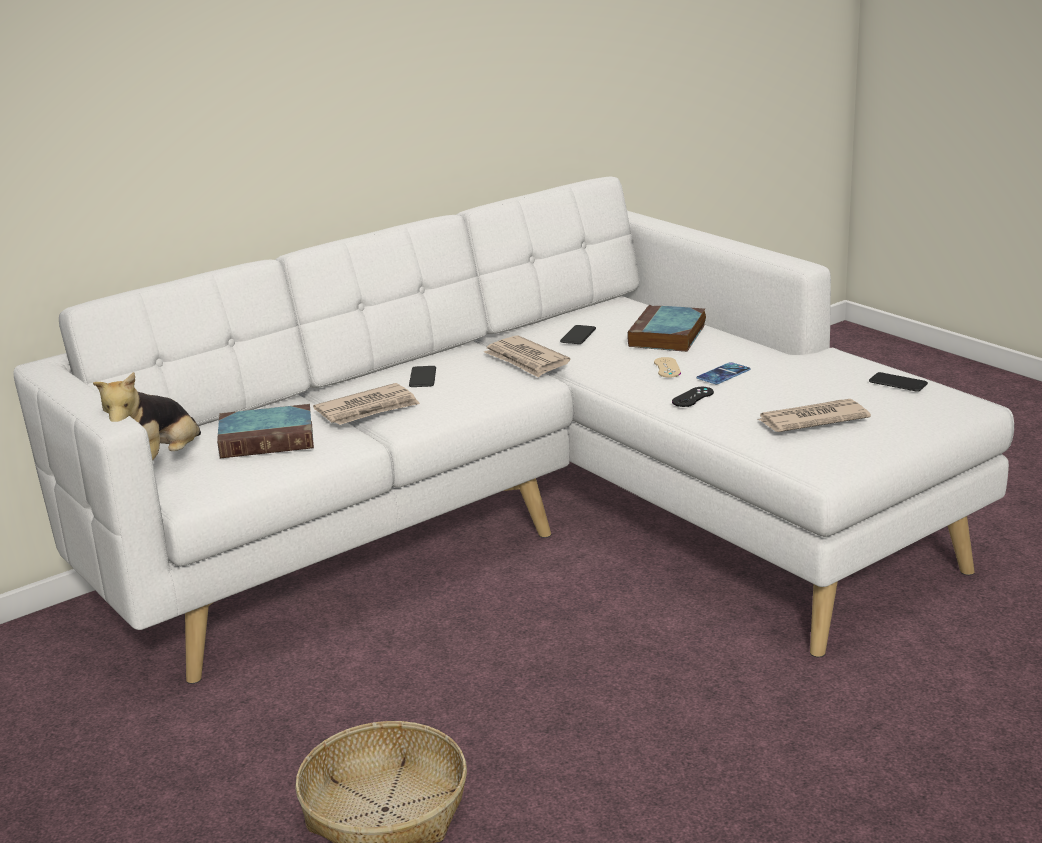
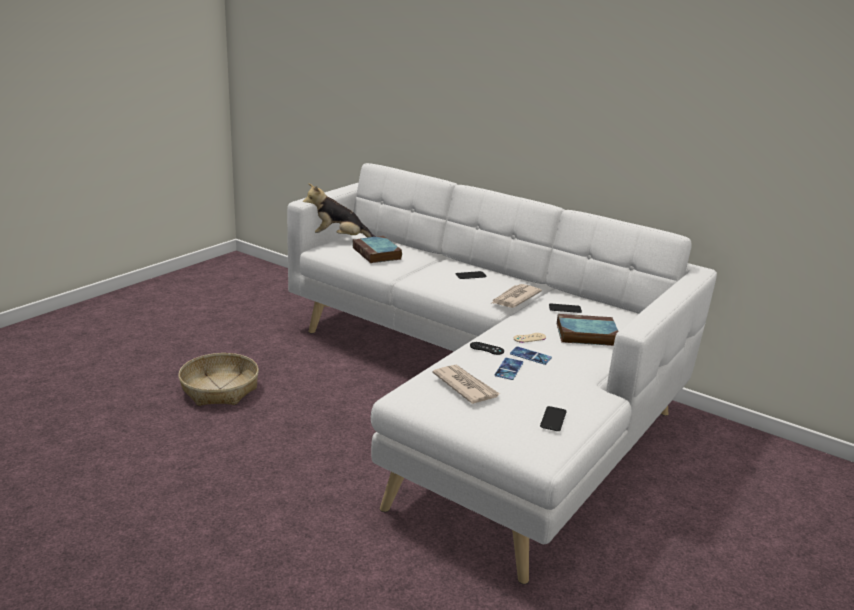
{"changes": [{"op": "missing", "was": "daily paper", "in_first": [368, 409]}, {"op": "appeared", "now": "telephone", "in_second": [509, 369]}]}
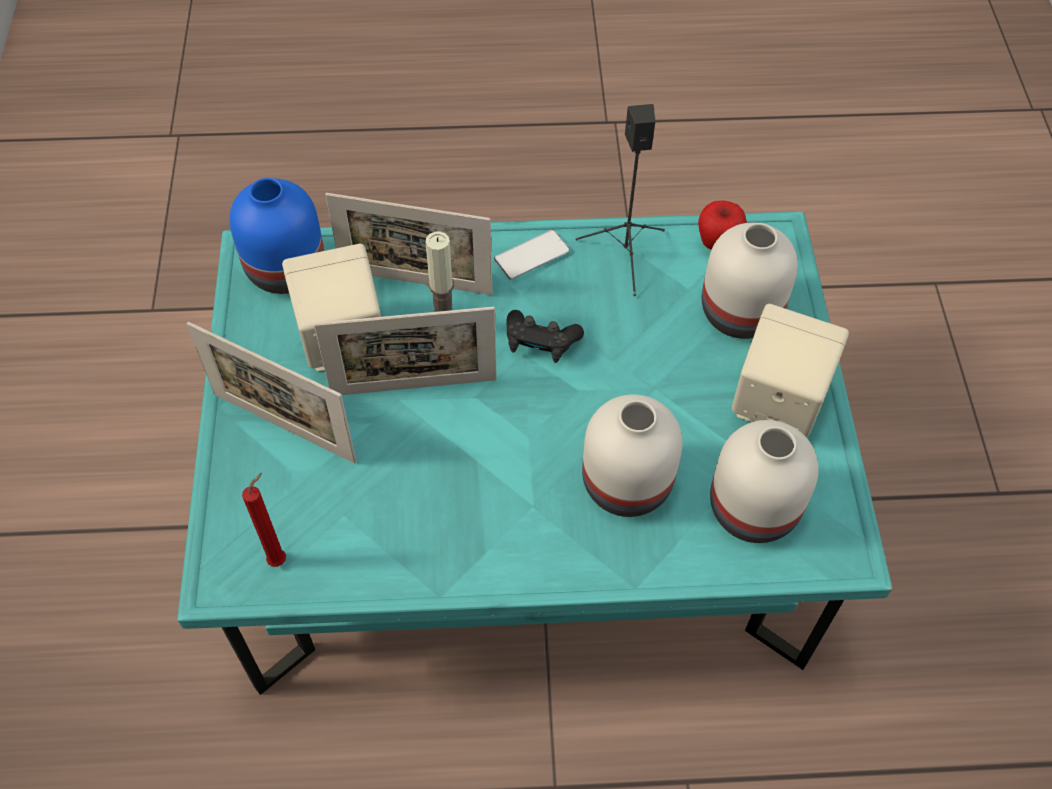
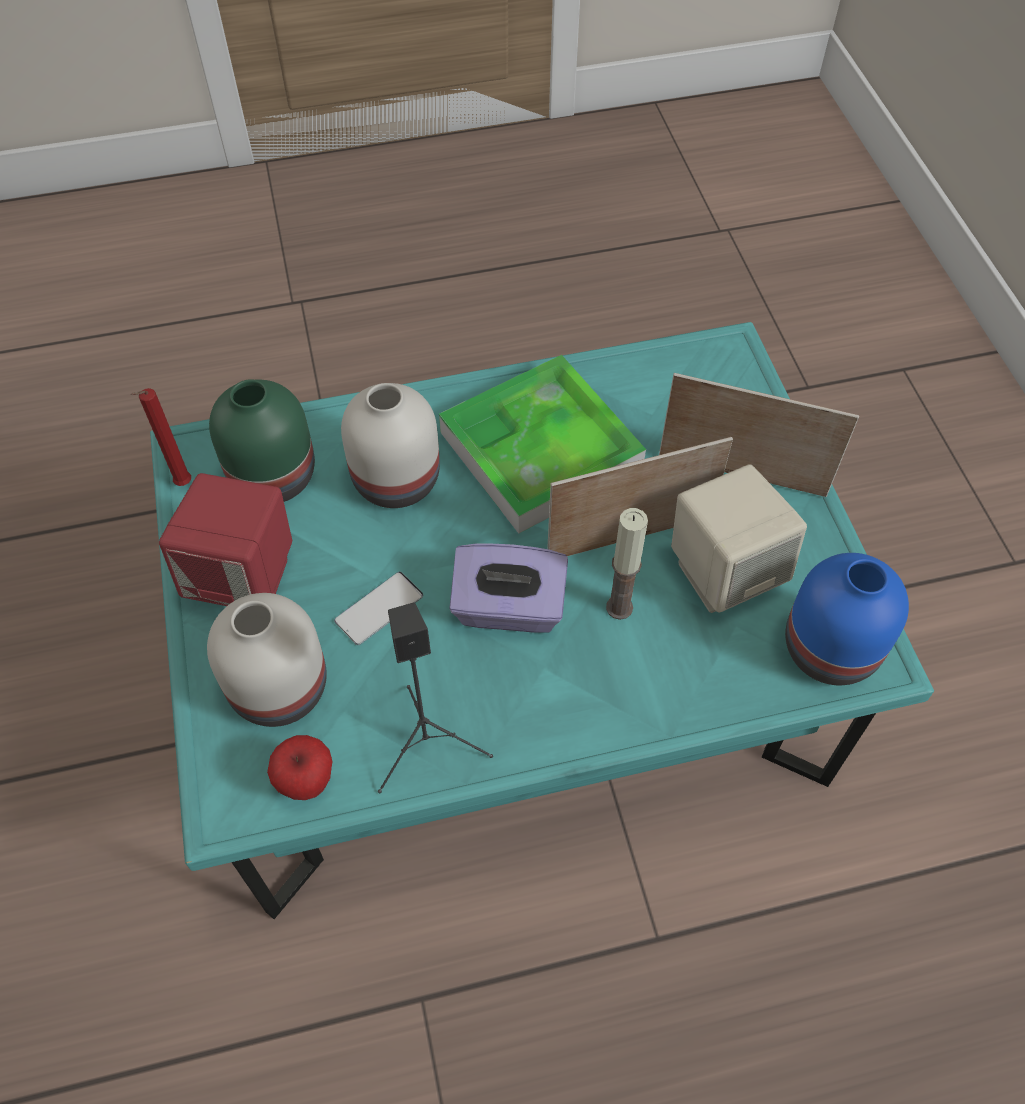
{"changes": [{"op": "relocated", "was": "candle (reddish)", "in_first": [280, 559], "in_second": [181, 485]}, {"op": "missing", "was": "standing frame", "in_first": [415, 282]}, {"op": "relocated", "was": "telephone", "in_first": [531, 255], "in_second": [379, 608]}, {"op": "exchanged", "was": "gamepad (blackish)", "now": "box of tissues (purplish)", "in_first": [540, 343], "in_second": [508, 609]}, {"op": "colour", "was": "vase (whitish)", "now": "vase (greenish)", "in_first": [752, 510], "in_second": [274, 474]}, {"op": "colour", "was": "loudspeaker (sand-coloured)", "now": "loudspeaker (reddish)", "in_first": [775, 405], "in_second": [244, 578]}, {"op": "appeared", "now": "serving tray", "in_second": [540, 449]}]}
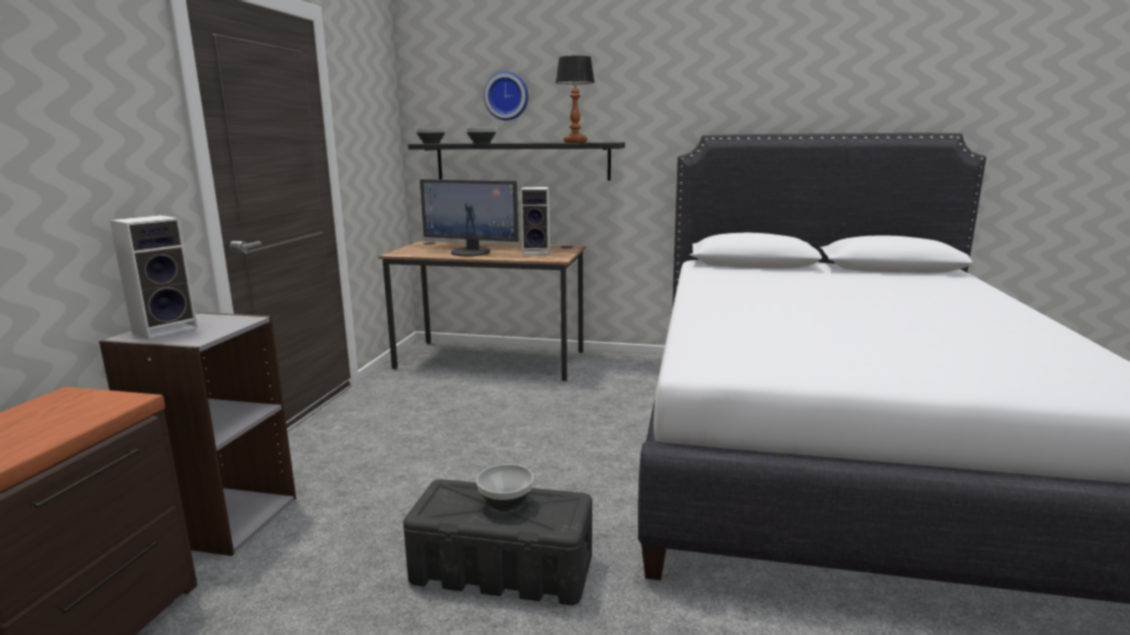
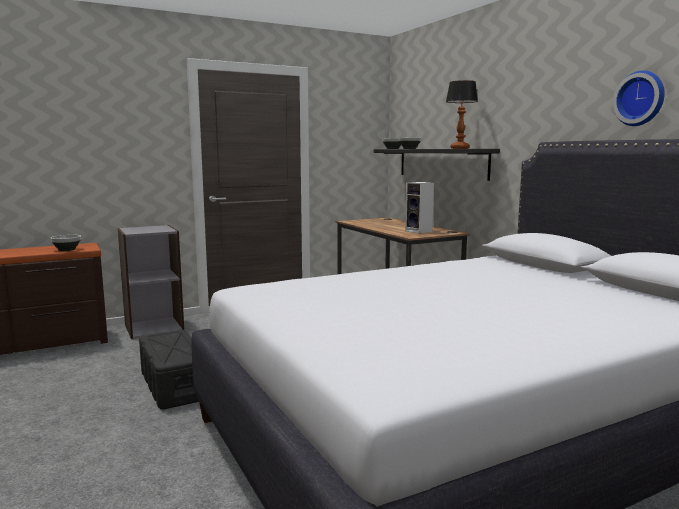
{"changes": [{"op": "missing", "was": "loudspeaker", "in_first": [167, 329]}, {"op": "missing", "was": "computer display", "in_first": [471, 252]}, {"op": "relocated", "was": "bowl", "in_first": [506, 503], "in_second": [66, 249]}, {"op": "relocated", "was": "clock on the wall", "in_first": [507, 96], "in_second": [641, 98]}]}
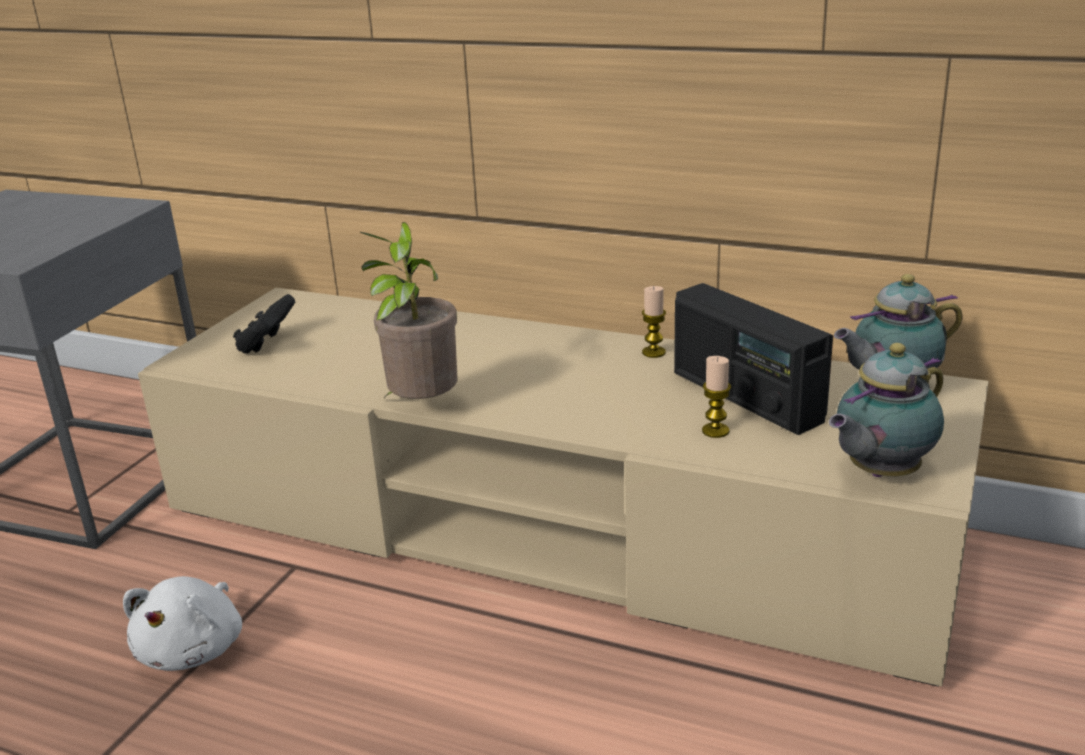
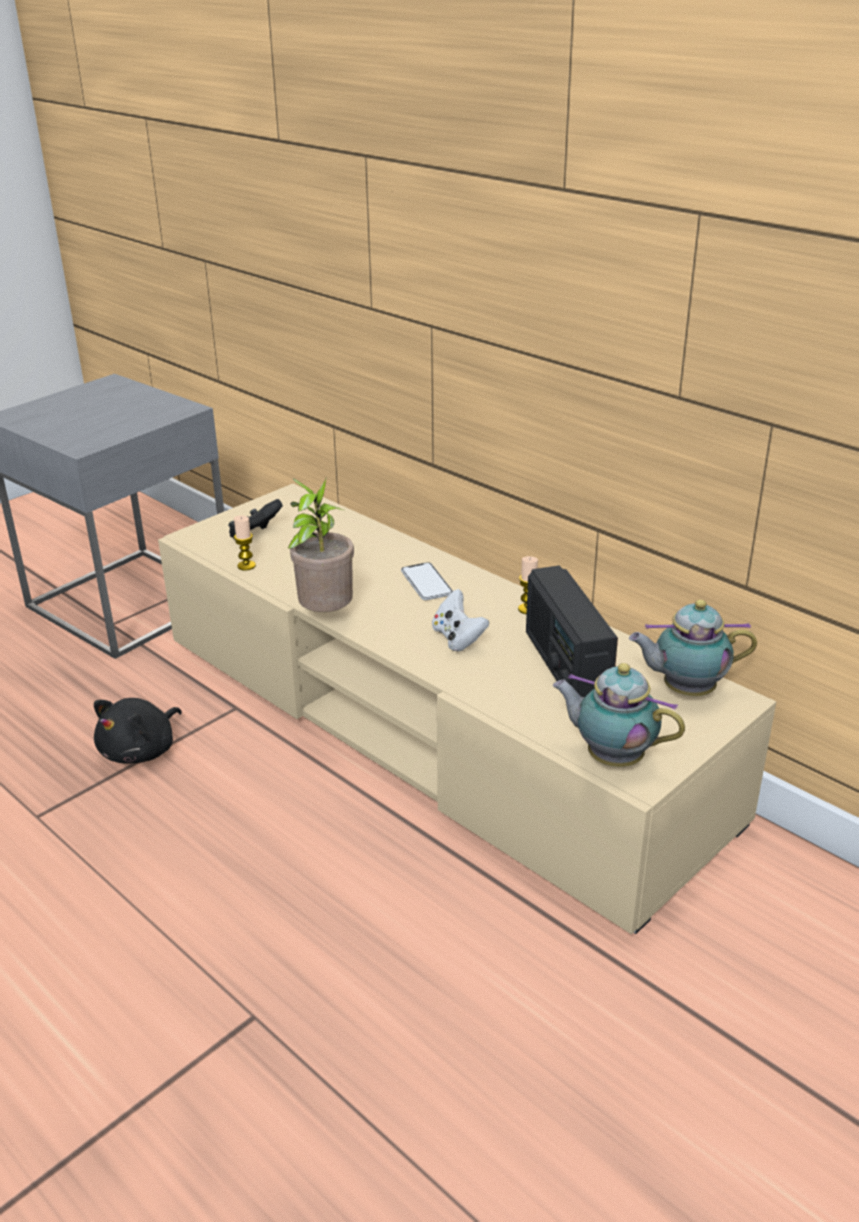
{"changes": [{"op": "colour", "was": "cuddly toy (whitish)", "now": "cuddly toy (blackish)", "in_first": [194, 649], "in_second": [141, 750]}, {"op": "relocated", "was": "candle", "in_first": [715, 431], "in_second": [246, 566]}, {"op": "spun", "was": "tea pot", "in_first": [879, 473], "in_second": [611, 757], "clockwise": 45}, {"op": "appeared", "now": "telephone", "in_second": [426, 583]}, {"op": "appeared", "now": "gamepad (whitish)", "in_second": [458, 638]}]}
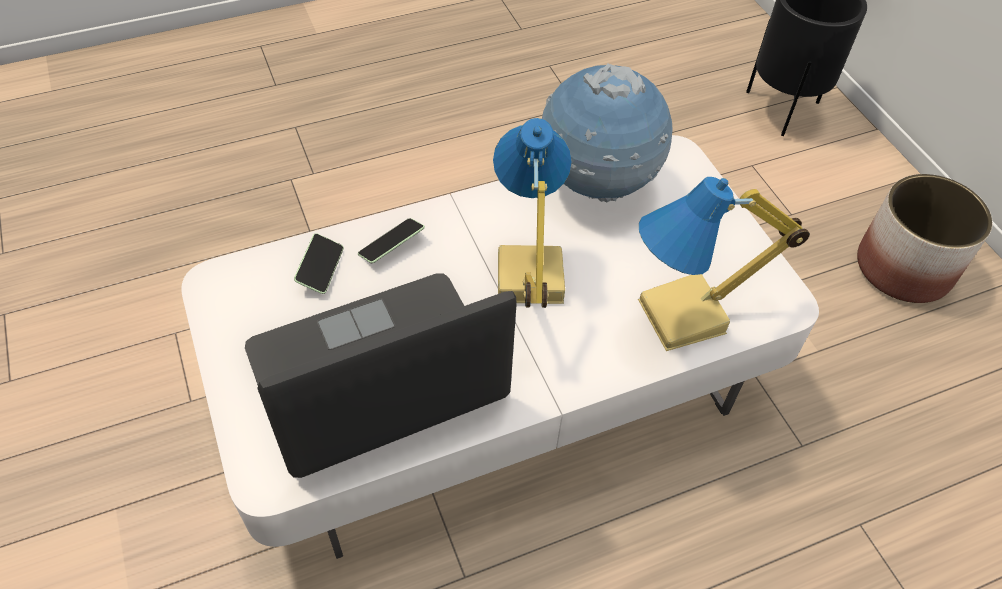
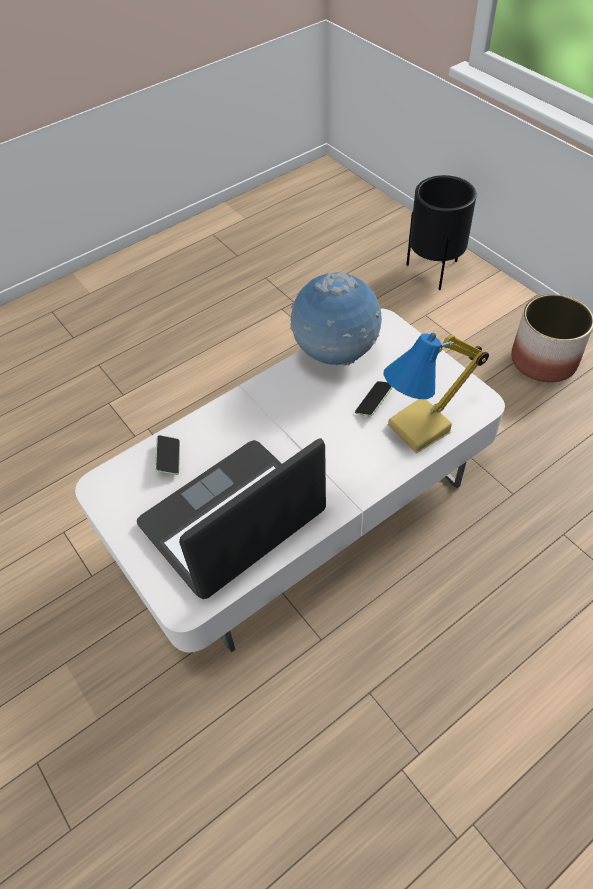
{"changes": [{"op": "relocated", "was": "telephone", "in_first": [391, 247], "in_second": [374, 403]}, {"op": "missing", "was": "table lamp", "in_first": [526, 278]}]}
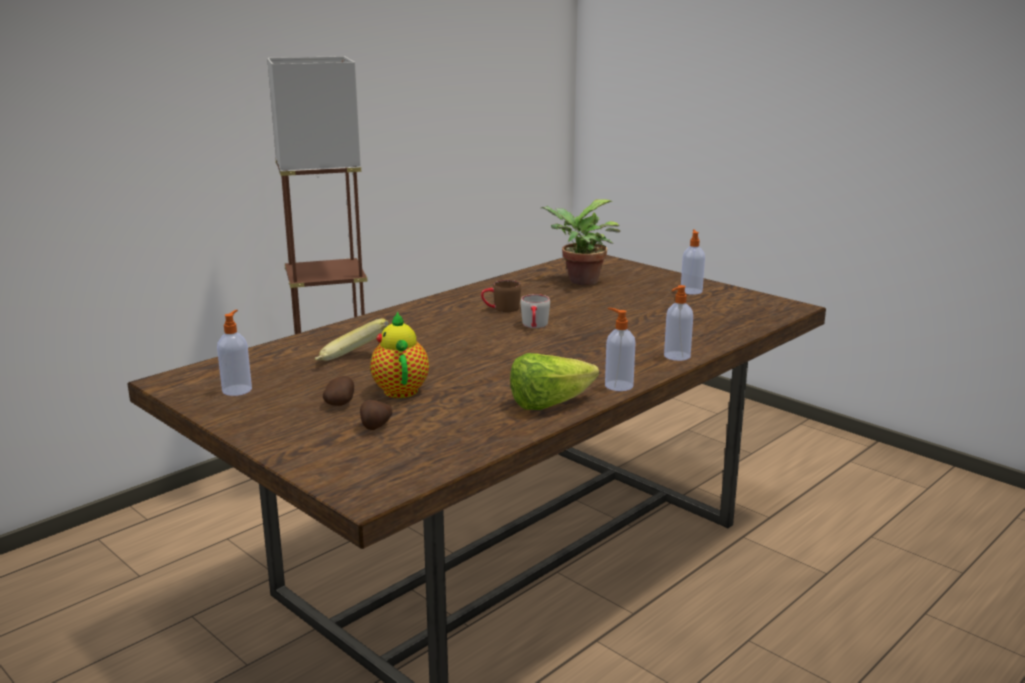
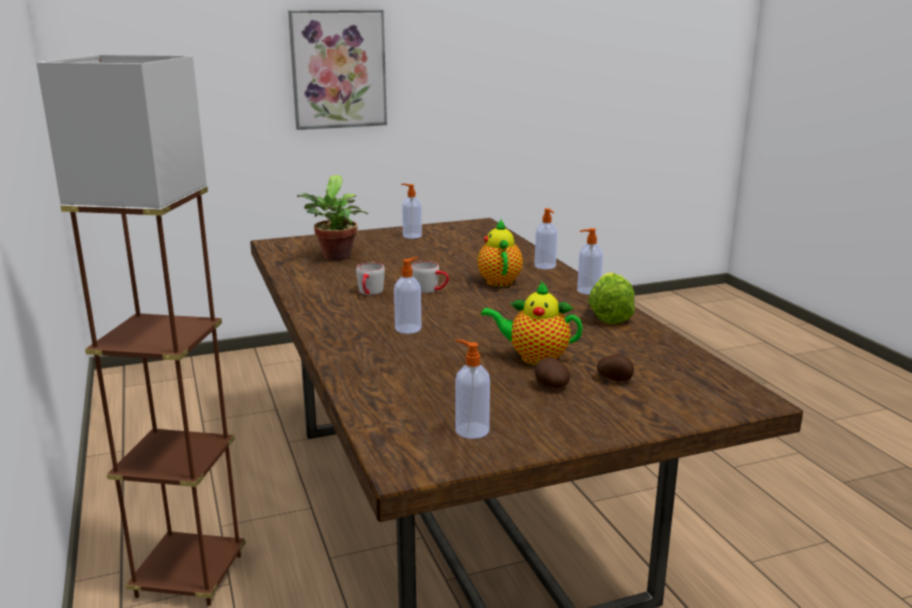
{"changes": [{"op": "missing", "was": "banana fruit", "in_first": [352, 361]}, {"op": "colour", "was": "mug (brown)", "now": "mug (gray)", "in_first": [501, 309], "in_second": [369, 293]}, {"op": "appeared", "now": "wall art", "in_second": [338, 69]}, {"op": "appeared", "now": "liquid soap bottle", "in_second": [409, 328]}, {"op": "appeared", "now": "tea pot", "in_second": [499, 280]}]}
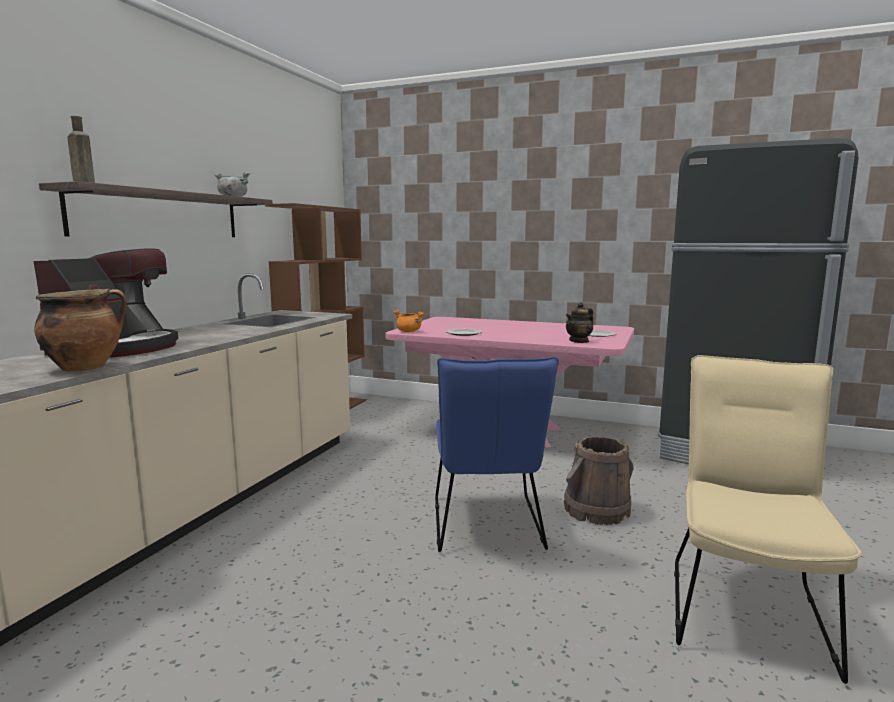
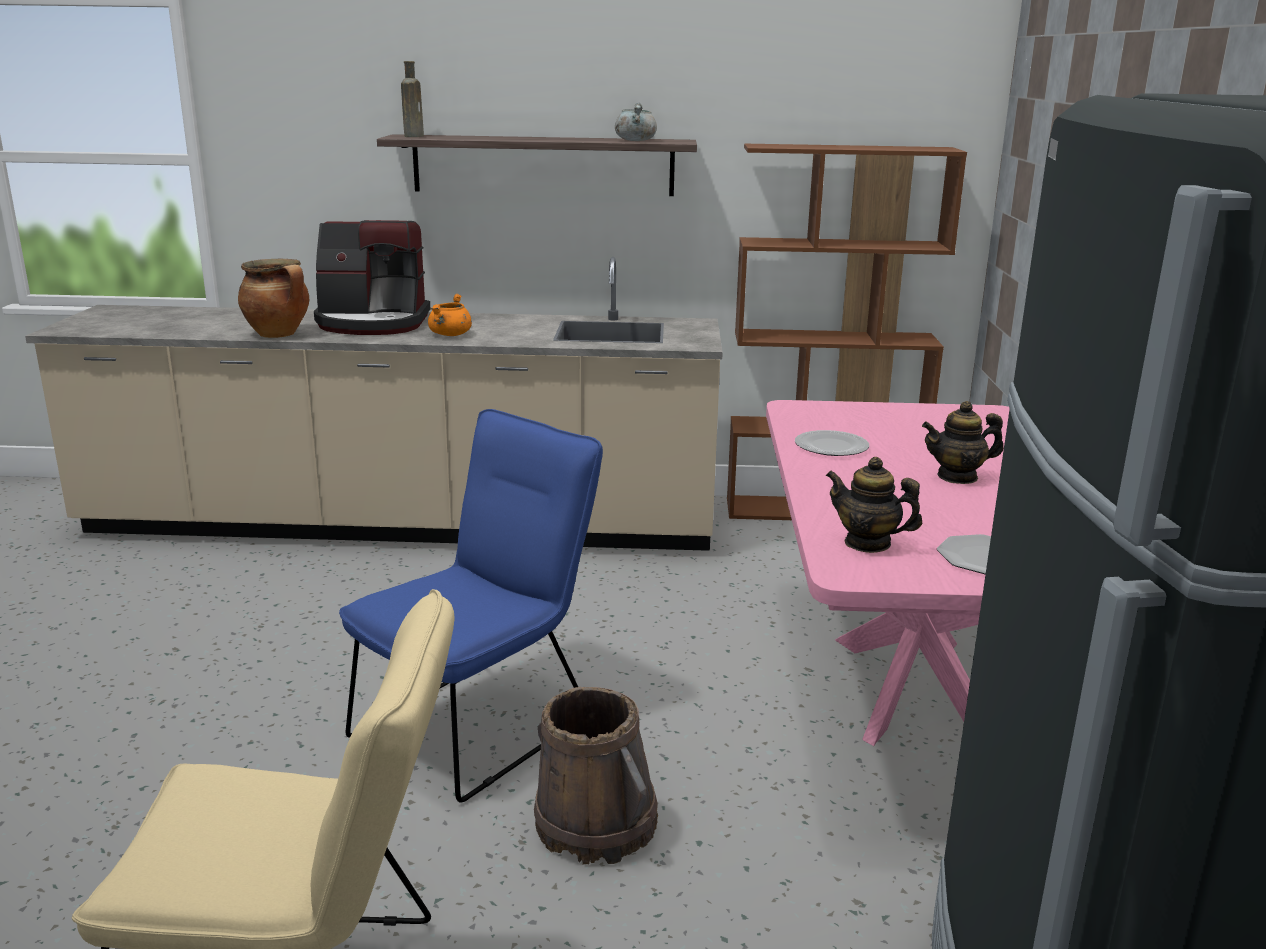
{"changes": [{"op": "relocated", "was": "stockpot (orange)", "in_first": [409, 331], "in_second": [450, 335]}, {"op": "spun", "was": "chair (bluish)", "in_first": [487, 528], "in_second": [483, 721], "clockwise": 150}, {"op": "appeared", "now": "tea pot", "in_second": [957, 477]}]}
